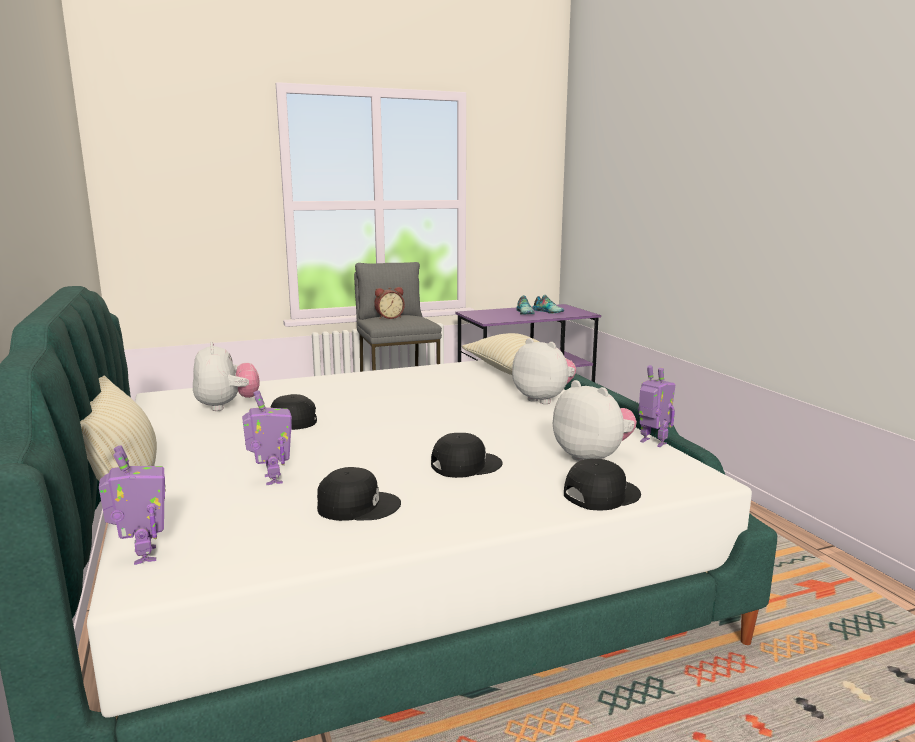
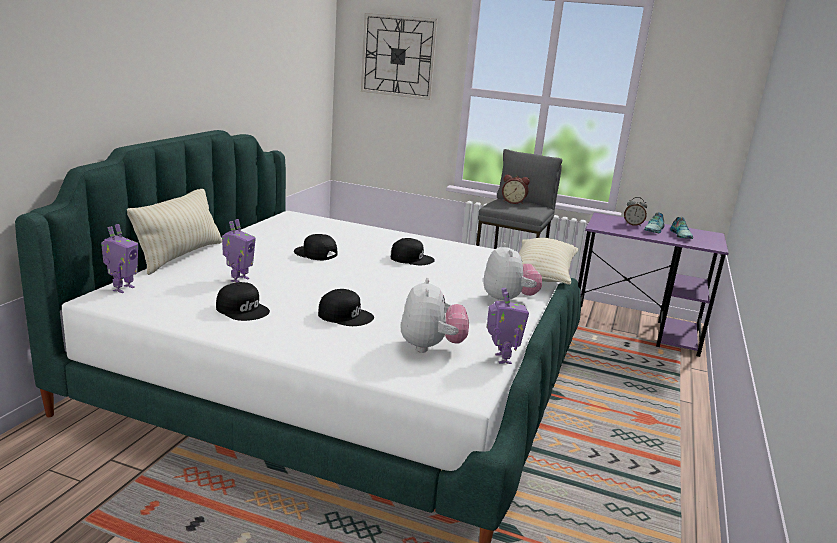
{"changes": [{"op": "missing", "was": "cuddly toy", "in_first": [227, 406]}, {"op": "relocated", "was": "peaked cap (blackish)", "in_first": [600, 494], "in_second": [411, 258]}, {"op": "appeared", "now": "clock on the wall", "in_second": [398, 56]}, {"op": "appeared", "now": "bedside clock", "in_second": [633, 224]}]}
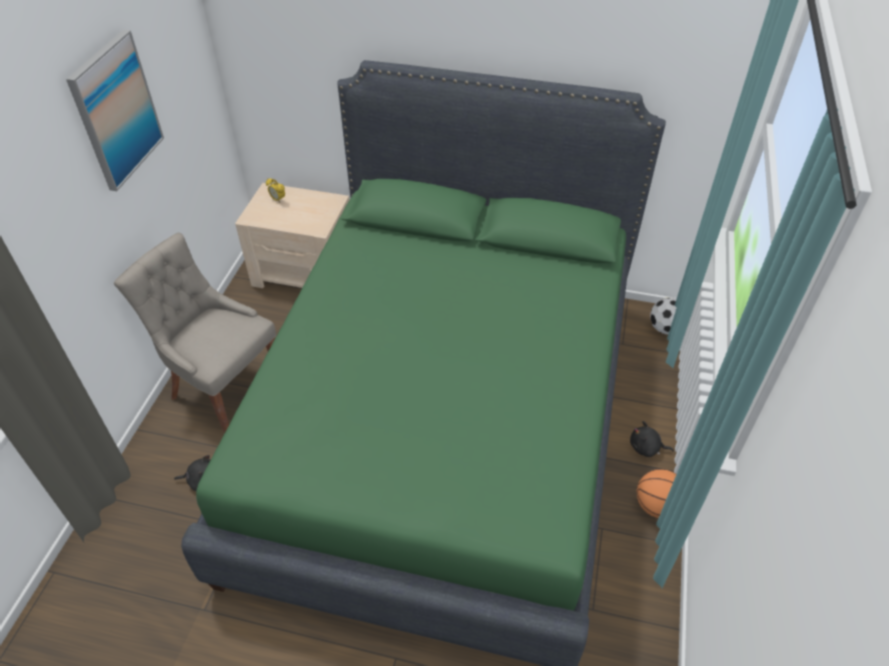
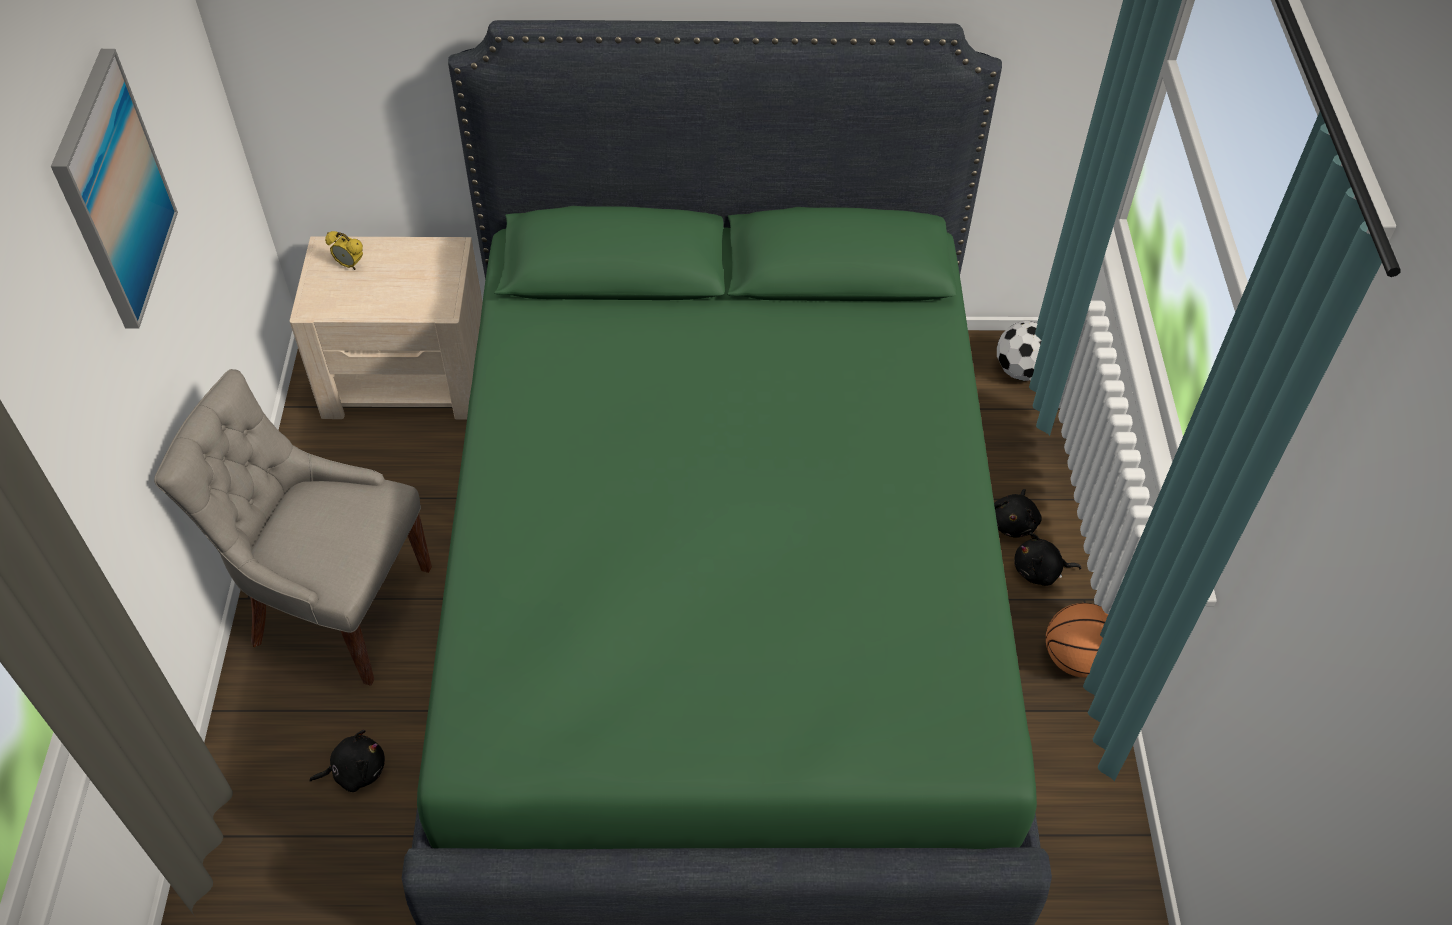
{"changes": [{"op": "appeared", "now": "cuddly toy (blackish)", "in_second": [1014, 522]}]}
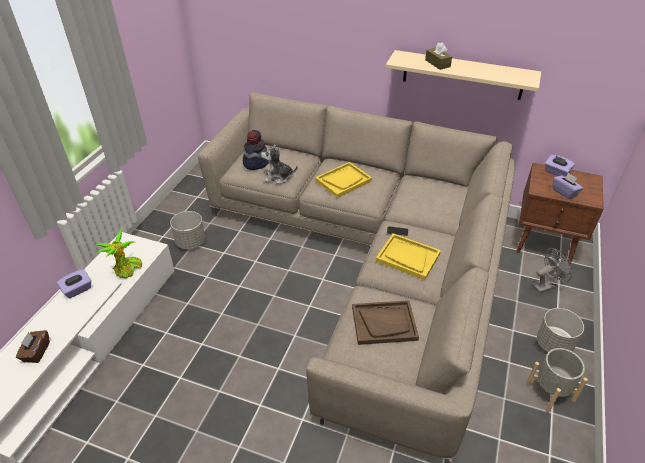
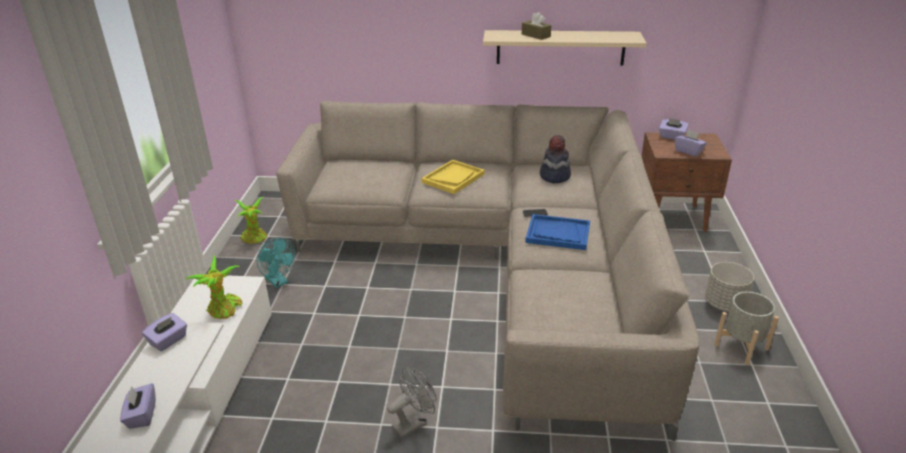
{"changes": [{"op": "colour", "was": "box of tissues (brown)", "now": "box of tissues (purplish)", "in_first": [36, 352], "in_second": [141, 415]}, {"op": "exchanged", "was": "planter (gray)", "now": "electric fan (blue-green)", "in_first": [191, 242], "in_second": [279, 282]}, {"op": "relocated", "was": "hat", "in_first": [255, 162], "in_second": [554, 176]}, {"op": "missing", "was": "cuddly toy", "in_first": [278, 177]}, {"op": "missing", "was": "serving tray (brown)", "in_first": [384, 323]}, {"op": "colour", "was": "serving tray (yellowish)", "now": "serving tray (bluish)", "in_first": [407, 257], "in_second": [557, 234]}, {"op": "relocated", "was": "electric fan (gray)", "in_first": [546, 285], "in_second": [414, 423]}, {"op": "appeared", "now": "houseplant", "in_second": [255, 238]}]}
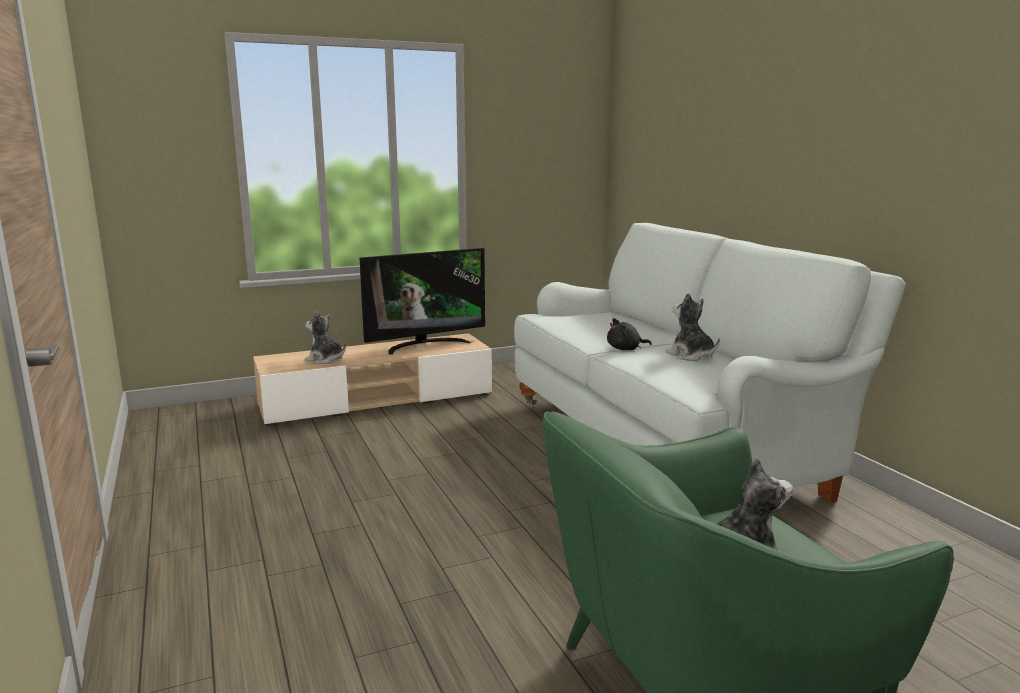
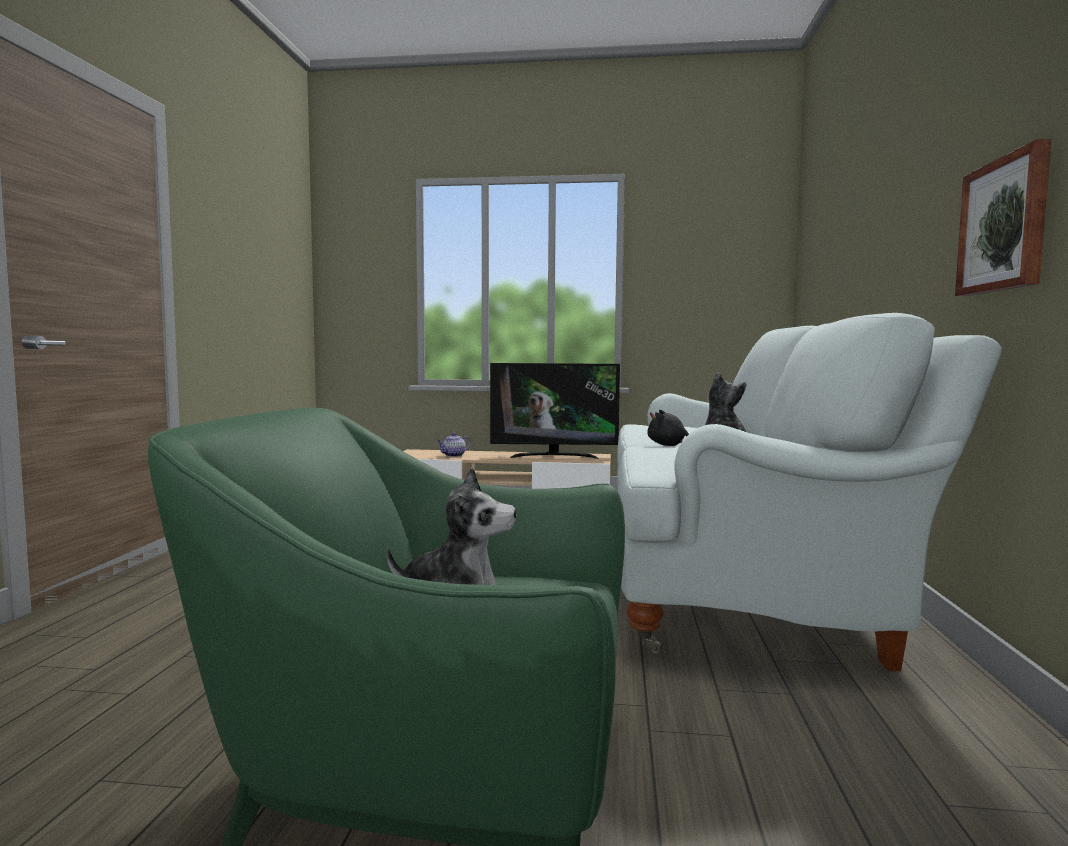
{"changes": [{"op": "exchanged", "was": "cuddly toy", "now": "tea pot", "in_first": [325, 360], "in_second": [453, 455]}, {"op": "appeared", "now": "wall art", "in_second": [1005, 225]}]}
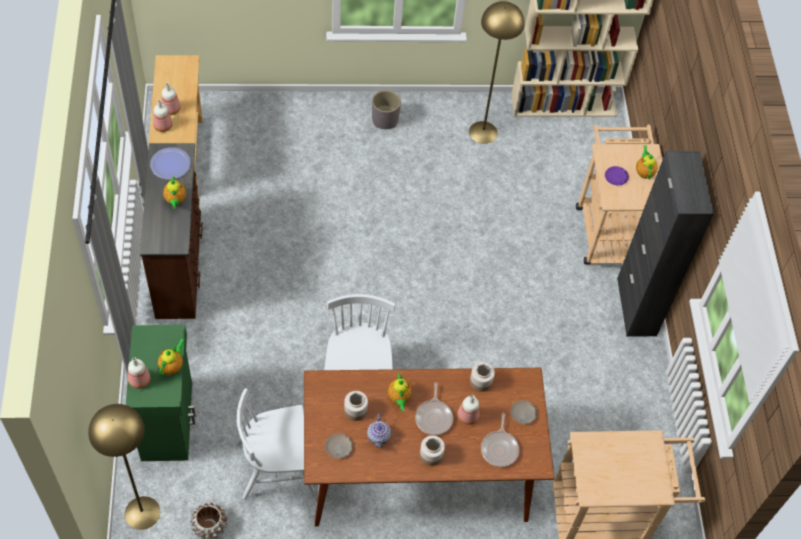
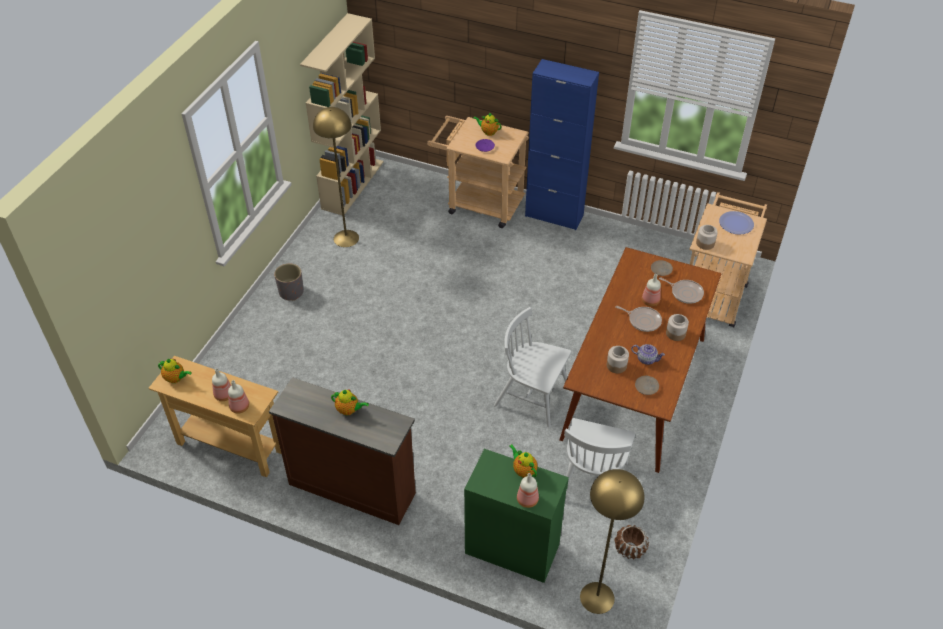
{"changes": [{"op": "relocated", "was": "dinner plate", "in_first": [170, 164], "in_second": [736, 223]}, {"op": "relocated", "was": "tea pot", "in_first": [399, 398], "in_second": [176, 378]}, {"op": "relocated", "was": "preserve jar", "in_first": [481, 382], "in_second": [705, 243]}, {"op": "colour", "was": "cabinet (blackish)", "now": "cabinet (bluish)", "in_first": [636, 307], "in_second": [554, 215]}]}
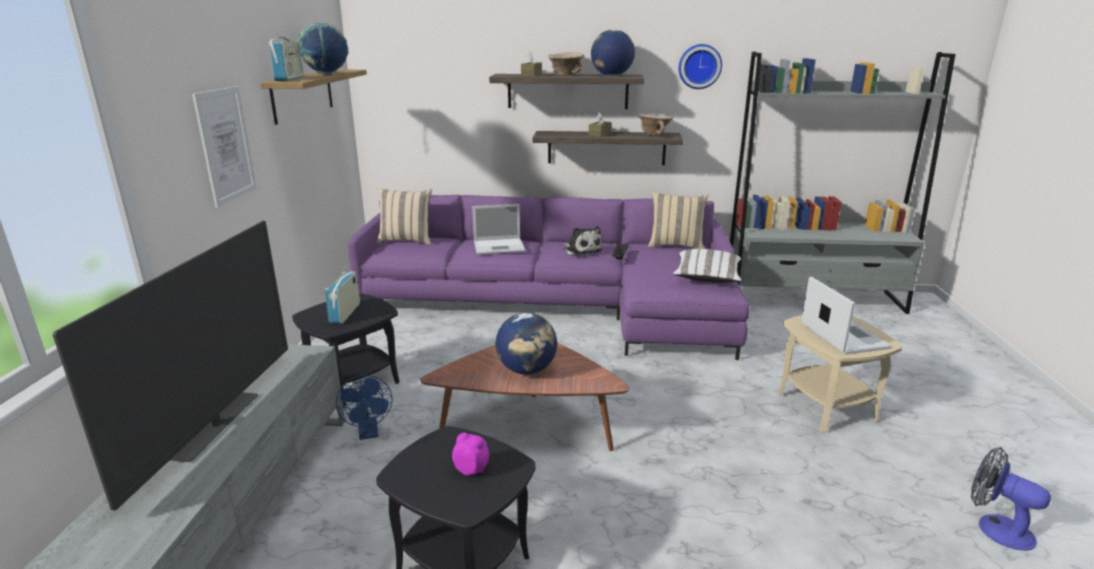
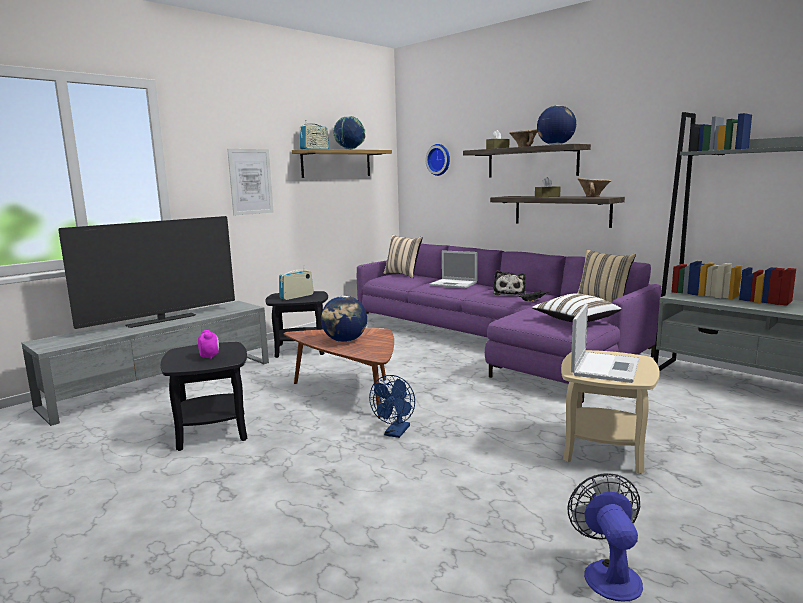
{"changes": [{"op": "relocated", "was": "electric fan (bluish)", "in_first": [369, 433], "in_second": [395, 433]}, {"op": "relocated", "was": "clock on the wall", "in_first": [699, 66], "in_second": [439, 159]}]}
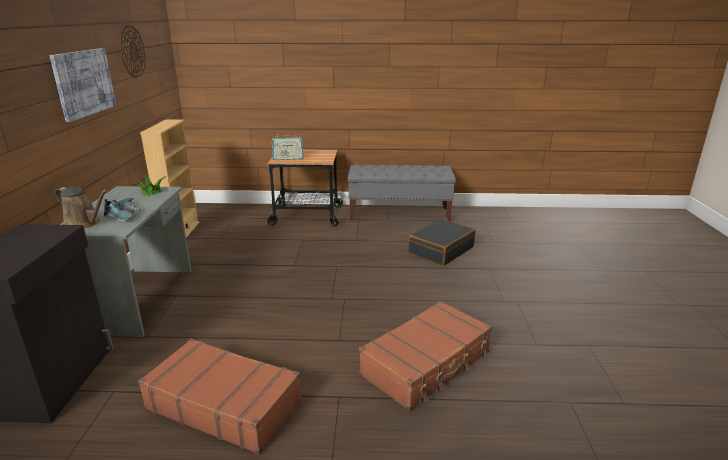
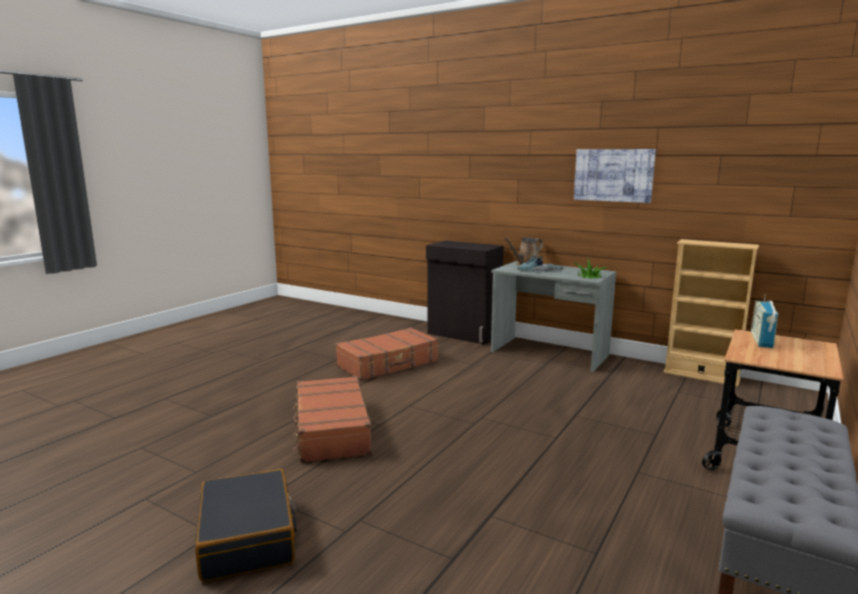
{"changes": [{"op": "missing", "was": "clock on the wall", "in_first": [132, 51]}, {"op": "relocated", "was": "travel case (blackish)", "in_first": [440, 250], "in_second": [248, 537]}]}
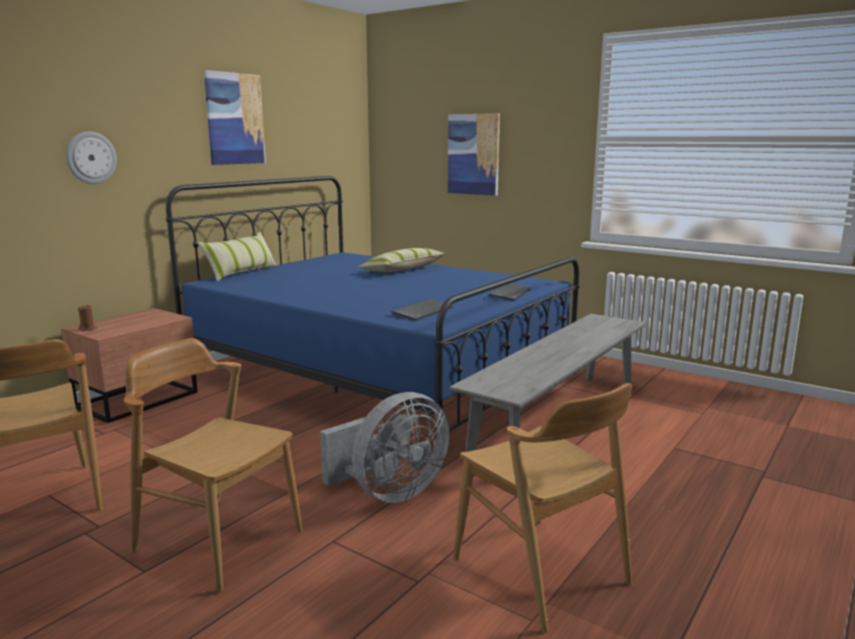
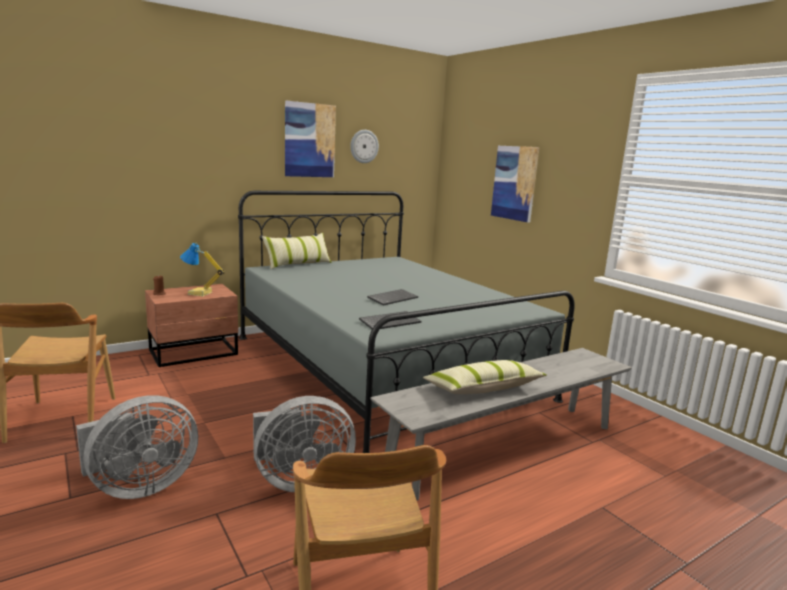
{"changes": [{"op": "relocated", "was": "clock on the wall", "in_first": [91, 157], "in_second": [364, 146]}, {"op": "exchanged", "was": "chair (brown)", "now": "electric fan (gray)", "in_first": [218, 540], "in_second": [139, 486]}, {"op": "colour", "was": "bedroom bed (bluish)", "now": "bedroom bed (gray)", "in_first": [378, 373], "in_second": [384, 366]}, {"op": "relocated", "was": "cushion", "in_first": [403, 270], "in_second": [483, 388]}, {"op": "relocated", "was": "keyboard", "in_first": [509, 293], "in_second": [392, 298]}, {"op": "appeared", "now": "table lamp", "in_second": [199, 293]}]}
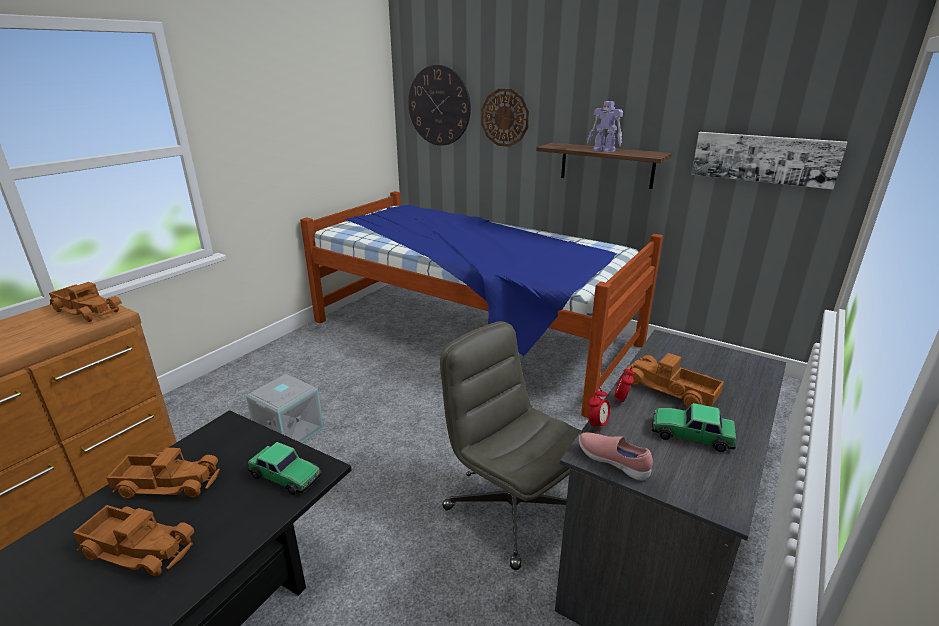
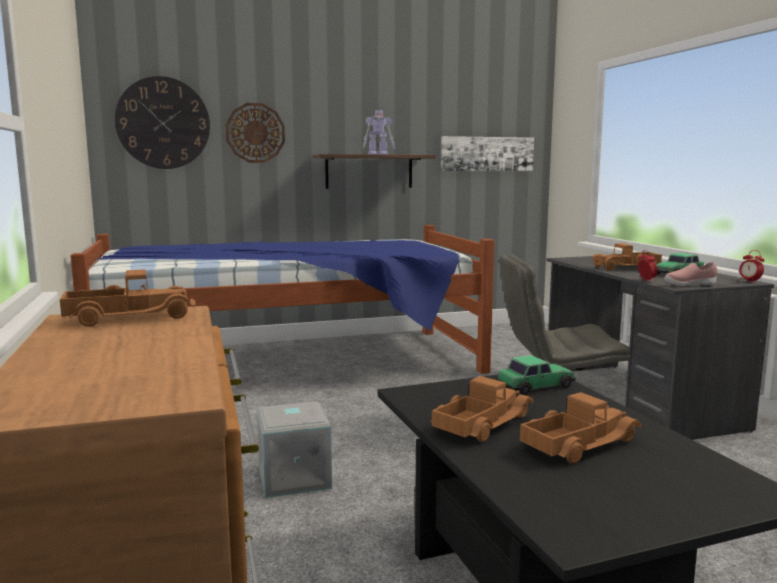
{"changes": [{"op": "relocated", "was": "bedside clock", "in_first": [621, 400], "in_second": [749, 281]}]}
